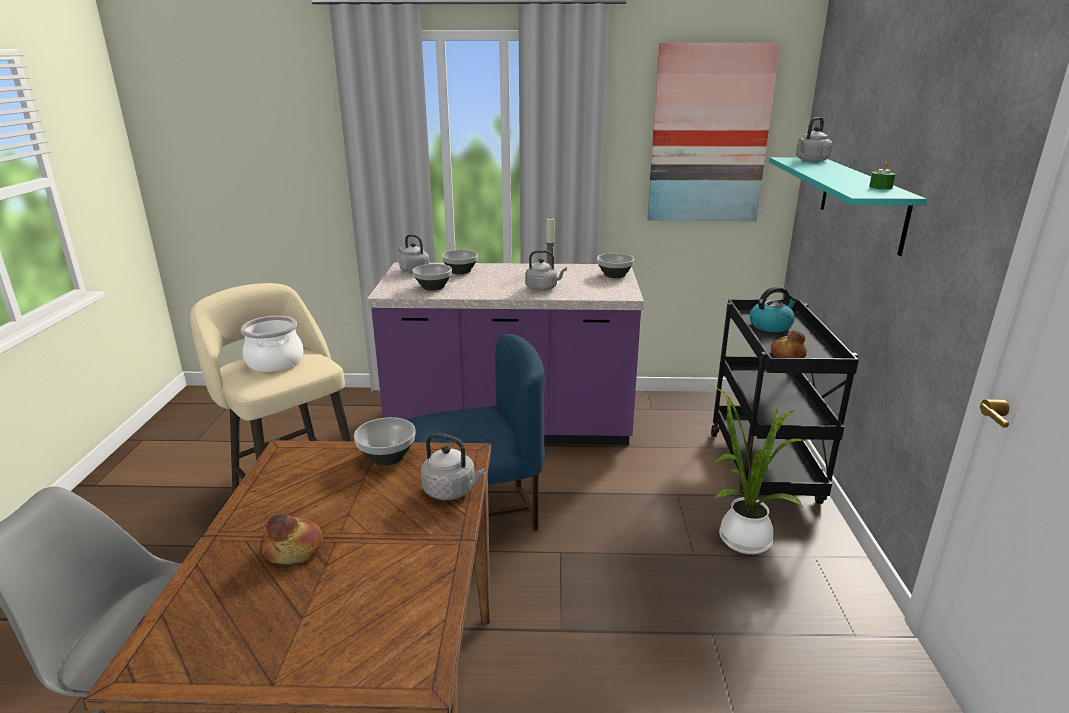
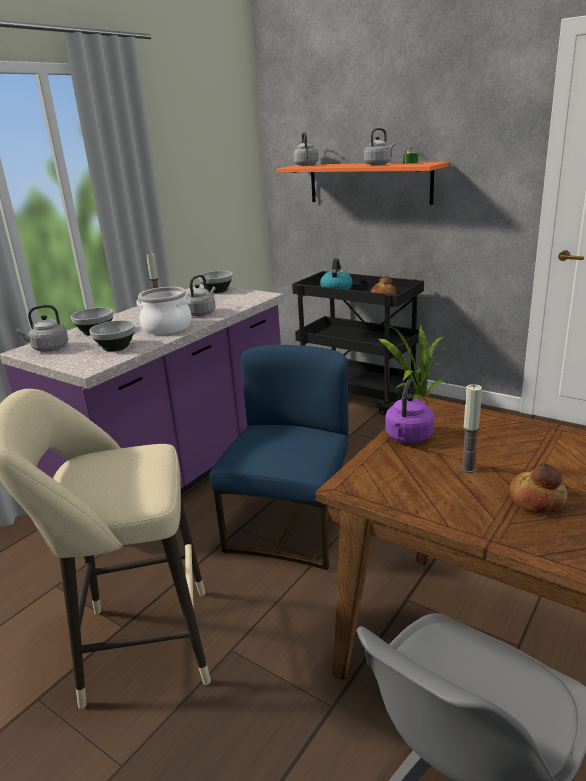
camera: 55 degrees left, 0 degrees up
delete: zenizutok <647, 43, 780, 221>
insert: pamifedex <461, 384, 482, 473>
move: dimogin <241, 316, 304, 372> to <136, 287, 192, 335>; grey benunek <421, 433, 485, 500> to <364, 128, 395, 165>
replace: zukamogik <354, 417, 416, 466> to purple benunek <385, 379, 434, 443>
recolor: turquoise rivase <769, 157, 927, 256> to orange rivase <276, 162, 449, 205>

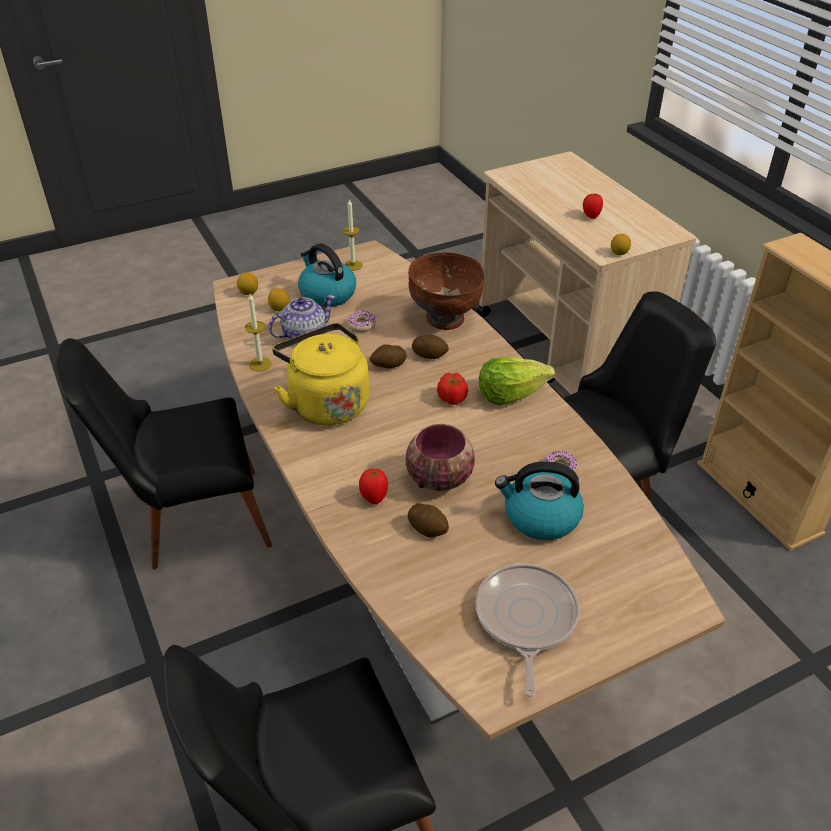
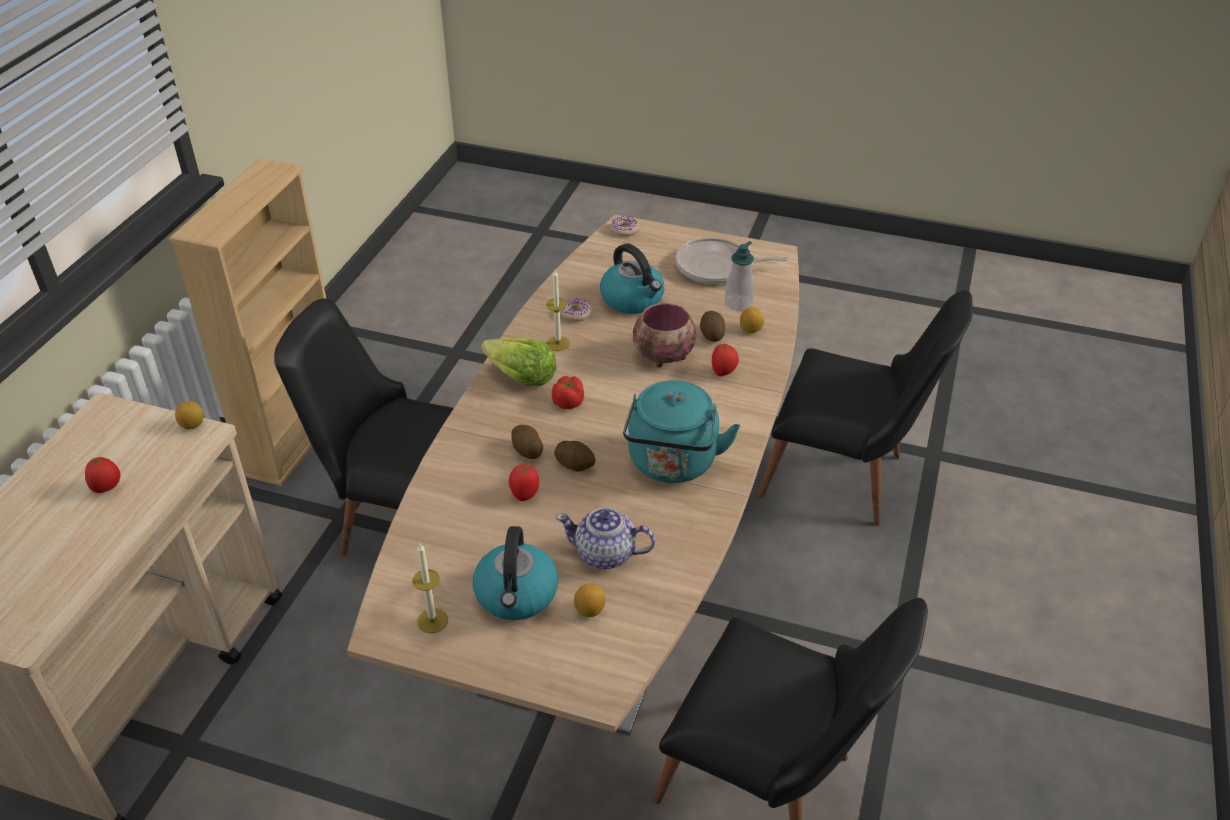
camera: 135 degrees left, 0 degrees up
delete: brown zukamogik <408, 252, 484, 330>
insert: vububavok <509, 464, 539, 501>; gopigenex <725, 241, 754, 311>
move: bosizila <237, 273, 258, 295> to <740, 307, 764, 333>; pamifedex <245, 294, 272, 371> to <546, 270, 570, 351>; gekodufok <347, 311, 376, 332> to <610, 216, 639, 237>
recolor: yellow benunek <272, 323, 369, 425> to turquoise benunek <623, 380, 740, 483>
rotate: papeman <475, 564, 579, 697> = <675, 238, 789, 284> 45 degrees clockwise

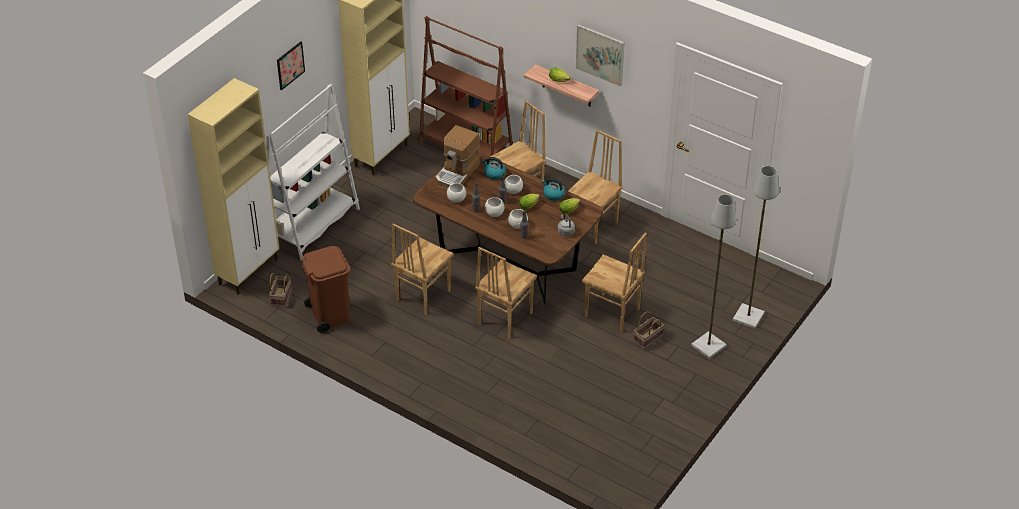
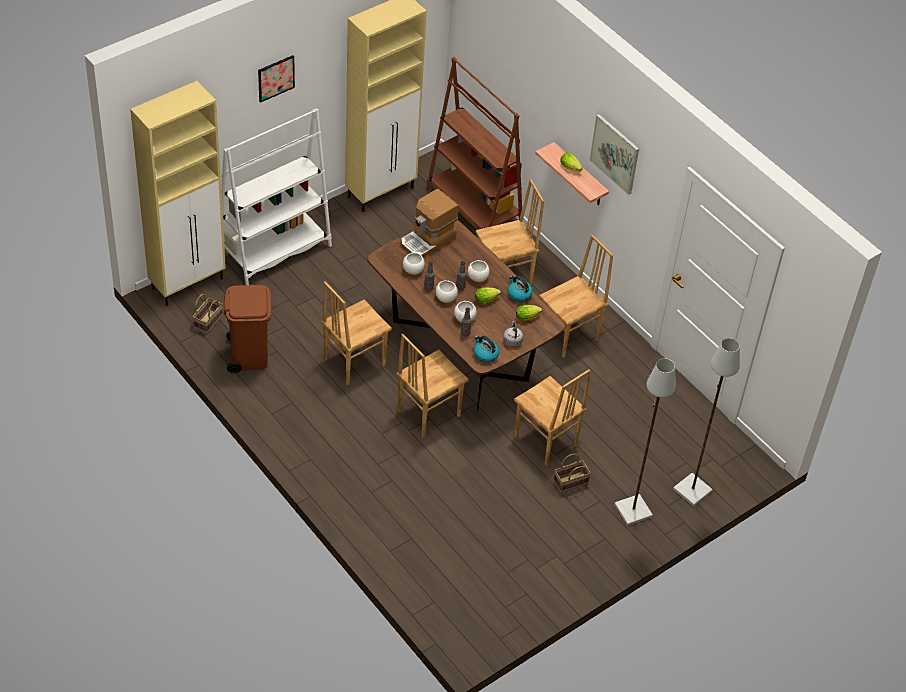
camera: 15 degrees right, 5 degrees up
move: benunek <482, 157, 506, 180> to <474, 335, 500, 363>

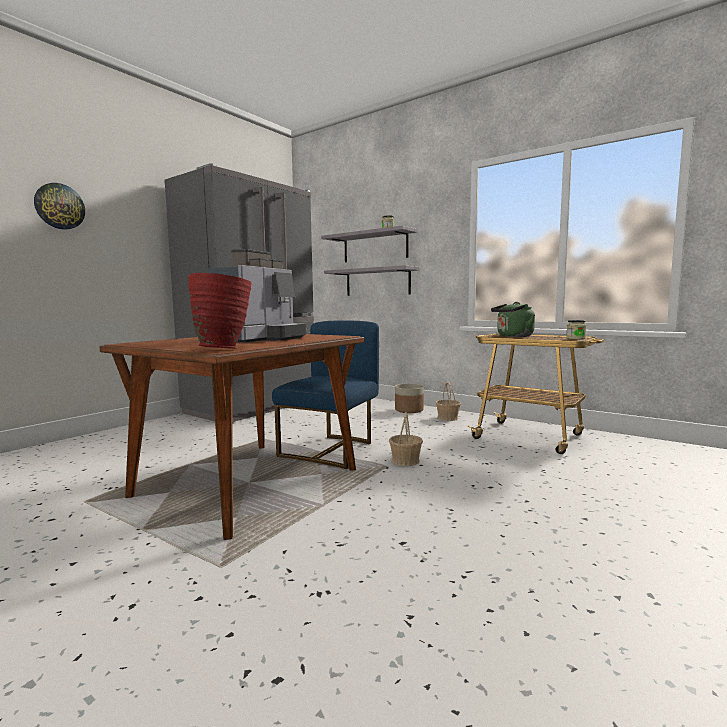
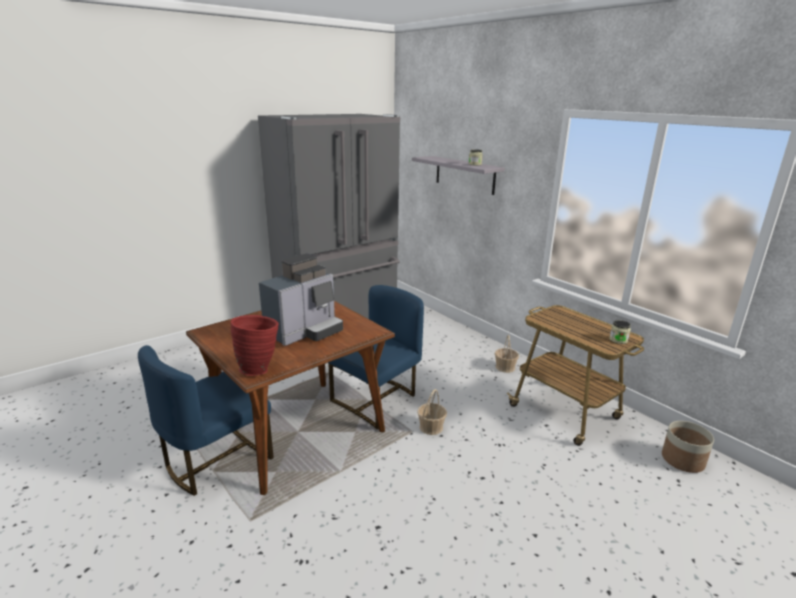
camera: 15 degrees right, 15 degrees up
delete: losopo <34, 183, 85, 230>; grey rivase <324, 265, 420, 296>; green benunek <491, 302, 535, 337>
insert: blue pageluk <138, 345, 274, 496>
move: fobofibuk <395, 384, 424, 413> to <662, 421, 714, 473>

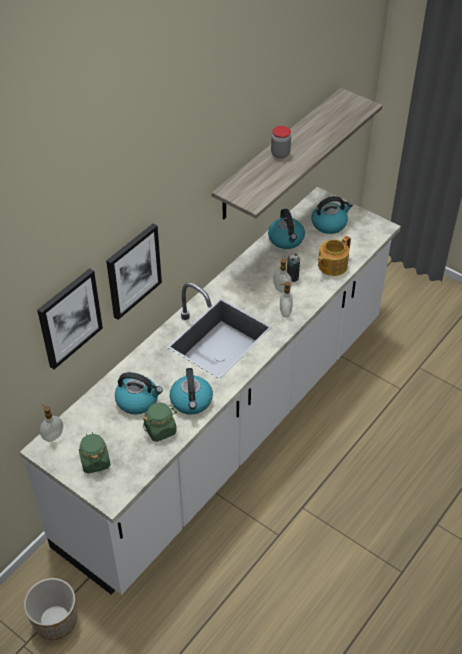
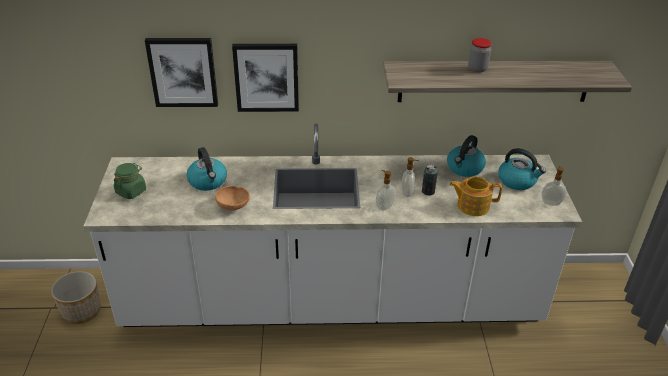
camera: 50 degrees right, 10 degrees down
delete: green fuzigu <143, 403, 177, 442>
move: gopigenex <40, 404, 63, 442> to <542, 166, 567, 206>
replace: benunek <169, 368, 213, 415> to brown zukamogik <215, 186, 250, 211>

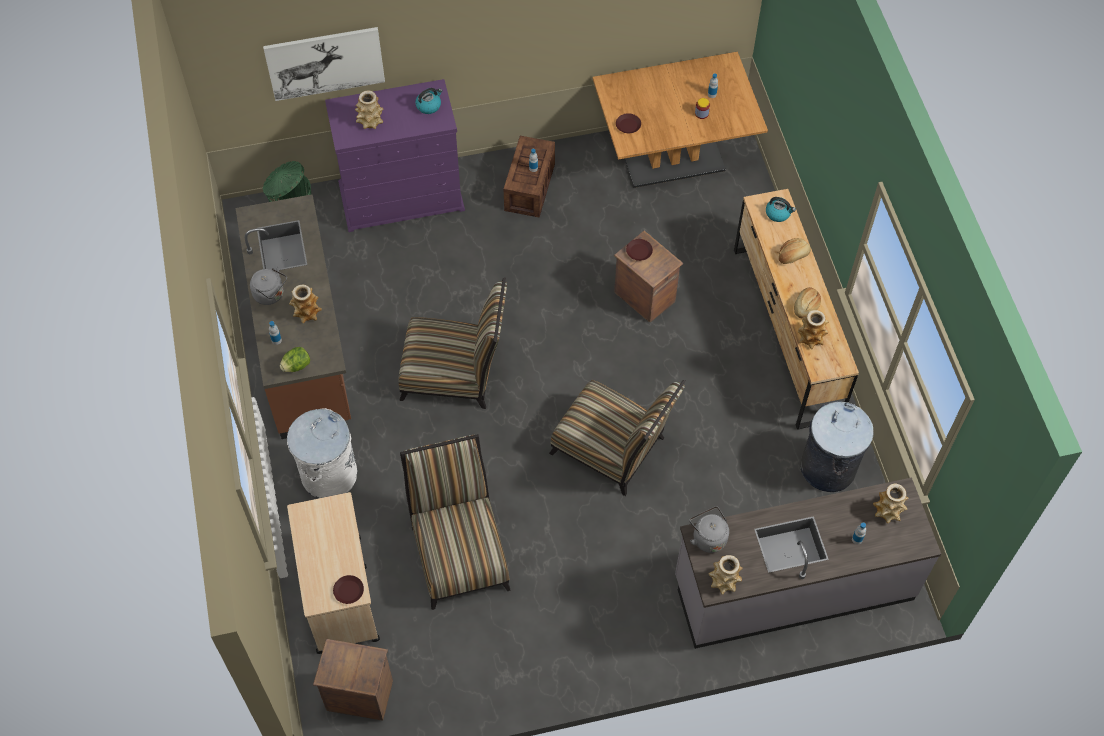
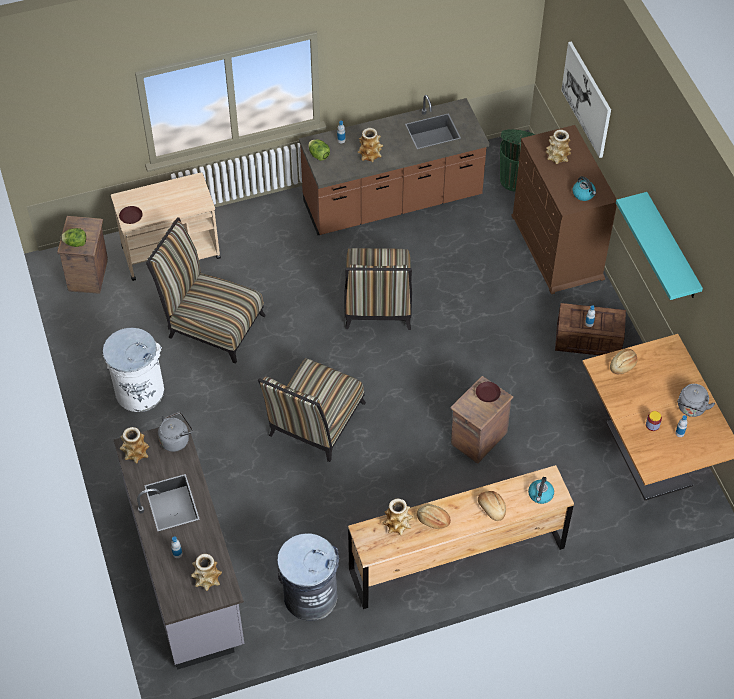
camera: 85 degrees right, 5 degrees down
insert: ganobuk <61, 228, 86, 247>; turquoise rivase <616, 192, 703, 300>
move: grey benunek <250, 267, 287, 305> to <678, 384, 715, 417>; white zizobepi <287, 408, 358, 498> to <103, 328, 164, 412>
replace: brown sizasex <616, 113, 641, 133> to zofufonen <610, 349, 637, 374>
recolor: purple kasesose <325, 79, 465, 232> to brown kasesose <512, 125, 617, 294>
rotate: pageluk <400, 434, 511, 610> = <146, 217, 266, 364> 135 degrees counterclockwise

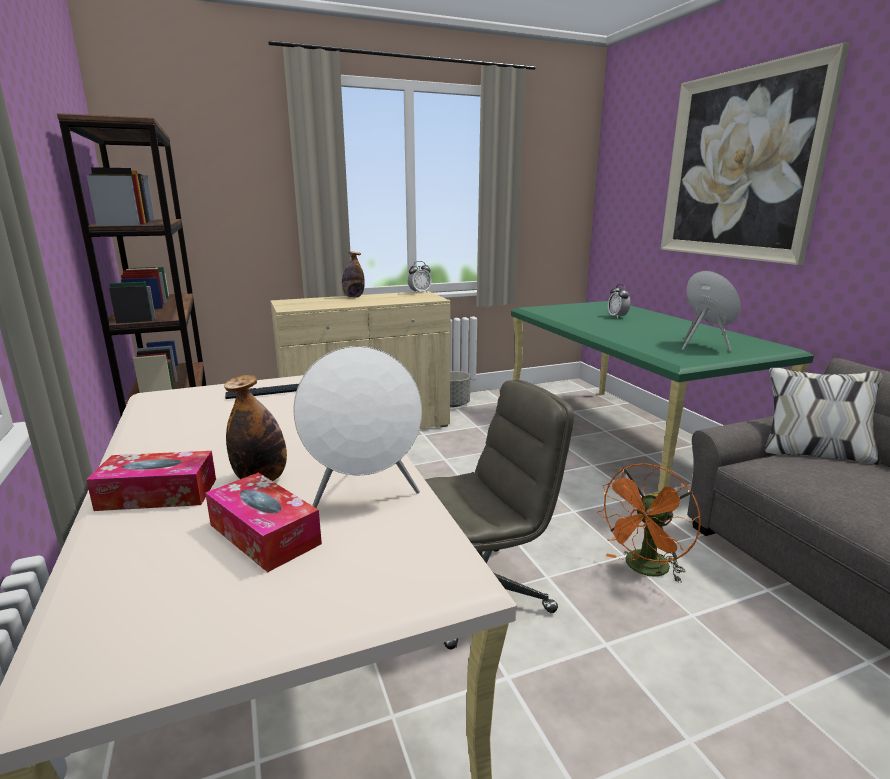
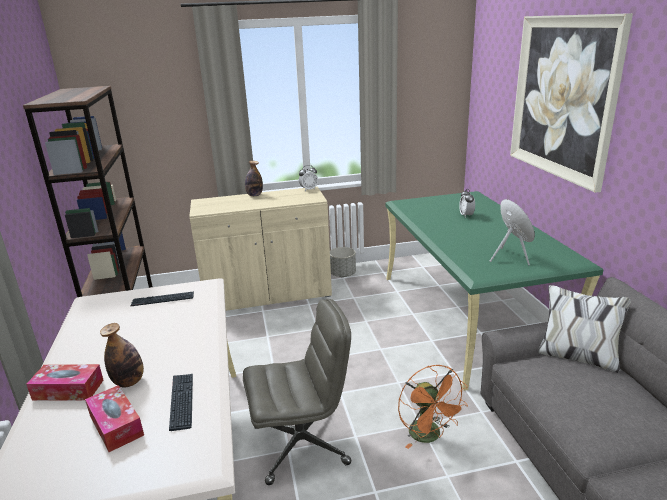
camera: 10 degrees right, 5 degrees up
replace: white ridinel <294, 346, 422, 508> to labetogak <169, 374, 193, 431>
rotate: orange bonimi <597, 464, 701, 583> = <398, 365, 468, 449> 75 degrees counterclockwise

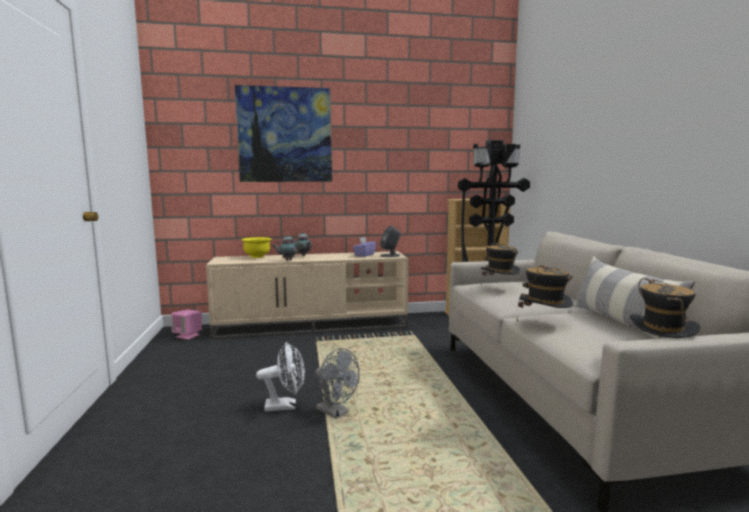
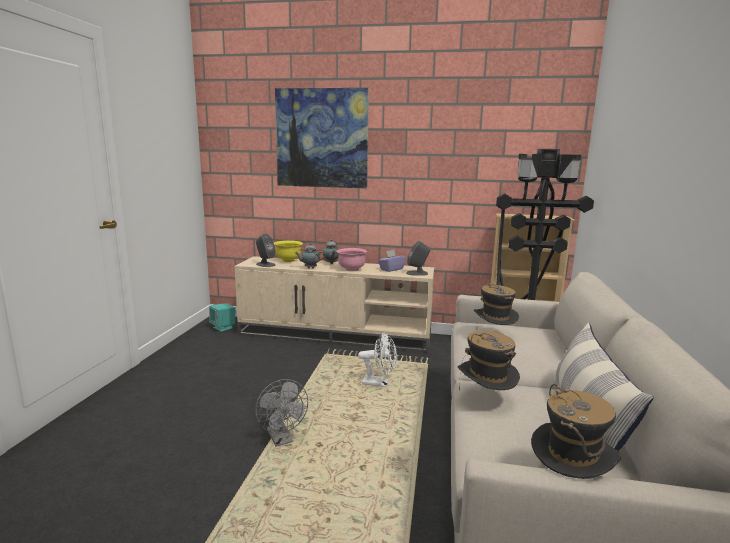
camera: 20 degrees right, 5 degrees up
insert: grey ridinel <256, 234, 276, 267>; pink zukamogik <336, 248, 367, 271>
move: white bonimi <256, 342, 305, 411> to <358, 332, 397, 387>
recolor: pink ridinel <172, 310, 202, 340> to turquoise ridinel <209, 303, 235, 332>

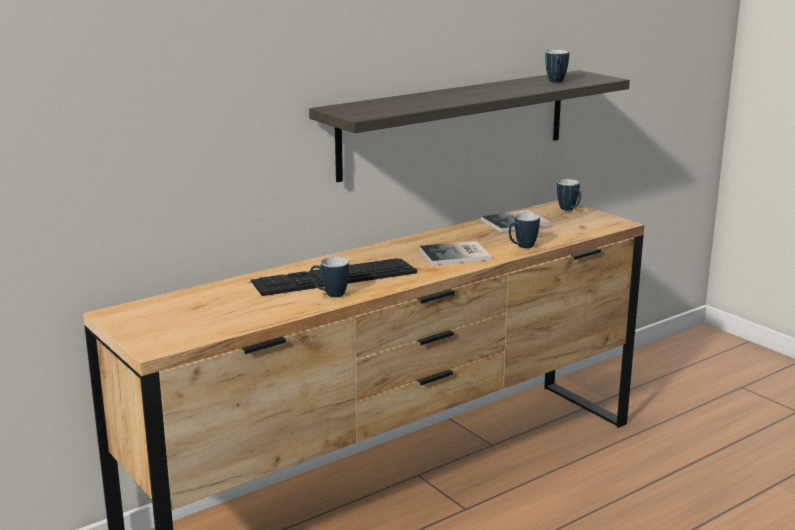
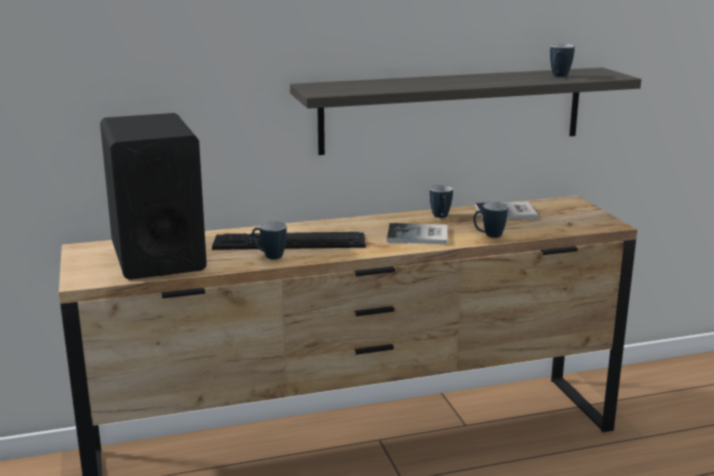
camera: 20 degrees right, 0 degrees up
insert: black ridinel <100, 113, 207, 280>
move: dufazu <557, 179, 581, 211> to <429, 185, 453, 218>

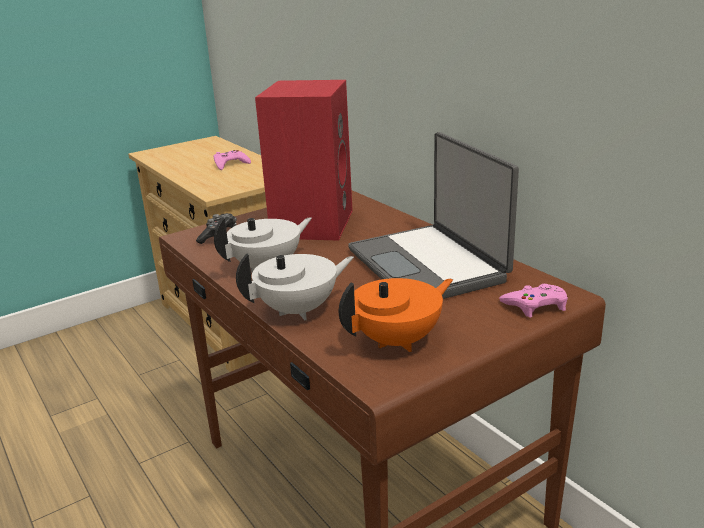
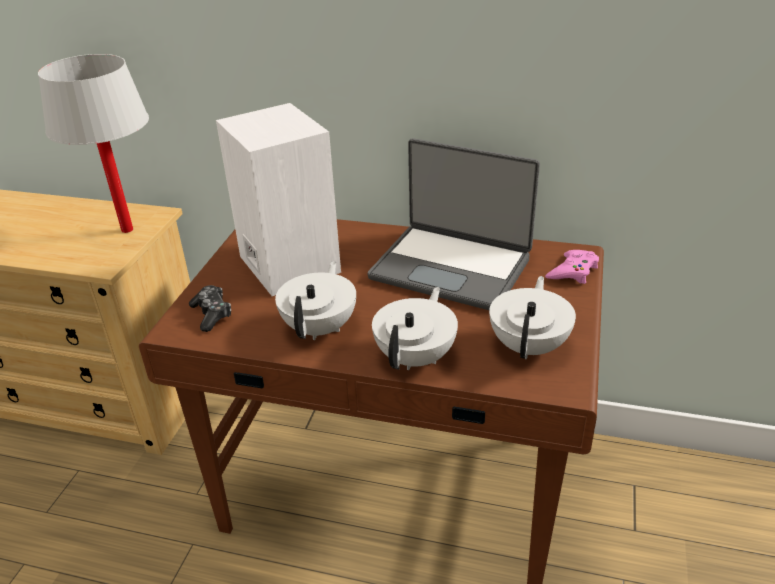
camera: 40 degrees left, 10 degrees up
delete: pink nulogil <213, 150, 251, 170>
insert: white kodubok <38, 54, 149, 233>
recolor: red ridinel <255, 80, 353, 241> to white ridinel <216, 103, 341, 296>; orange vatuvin <339, 278, 453, 352> to white vatuvin <489, 276, 576, 359>

